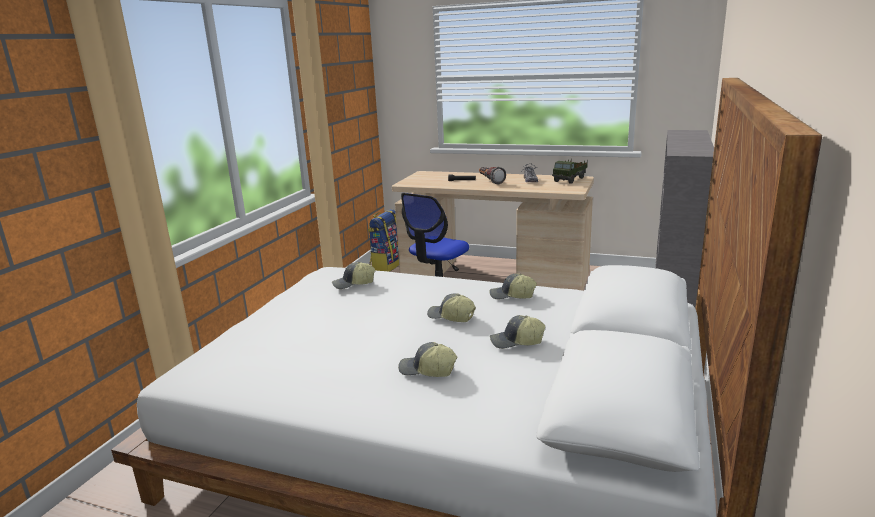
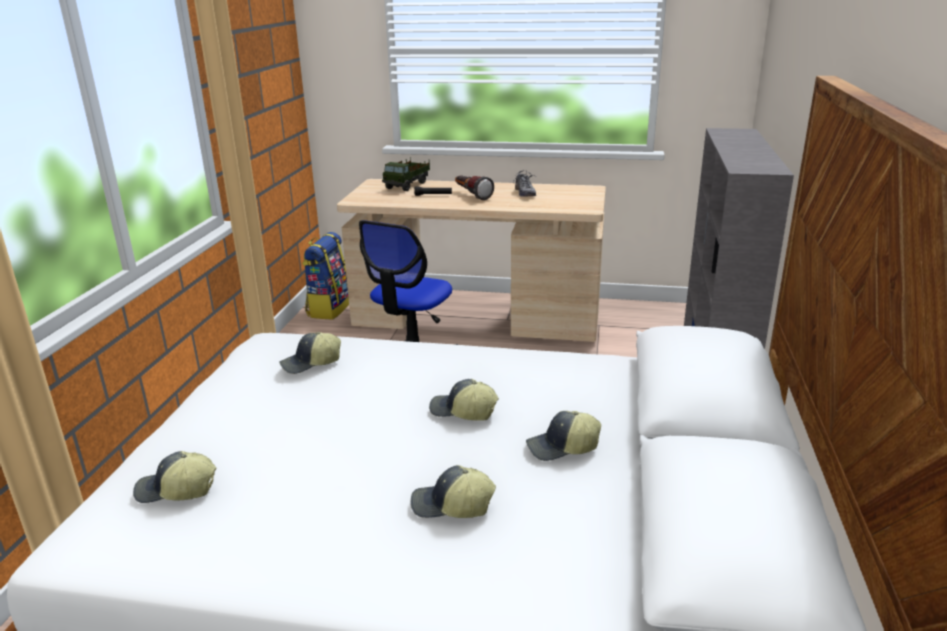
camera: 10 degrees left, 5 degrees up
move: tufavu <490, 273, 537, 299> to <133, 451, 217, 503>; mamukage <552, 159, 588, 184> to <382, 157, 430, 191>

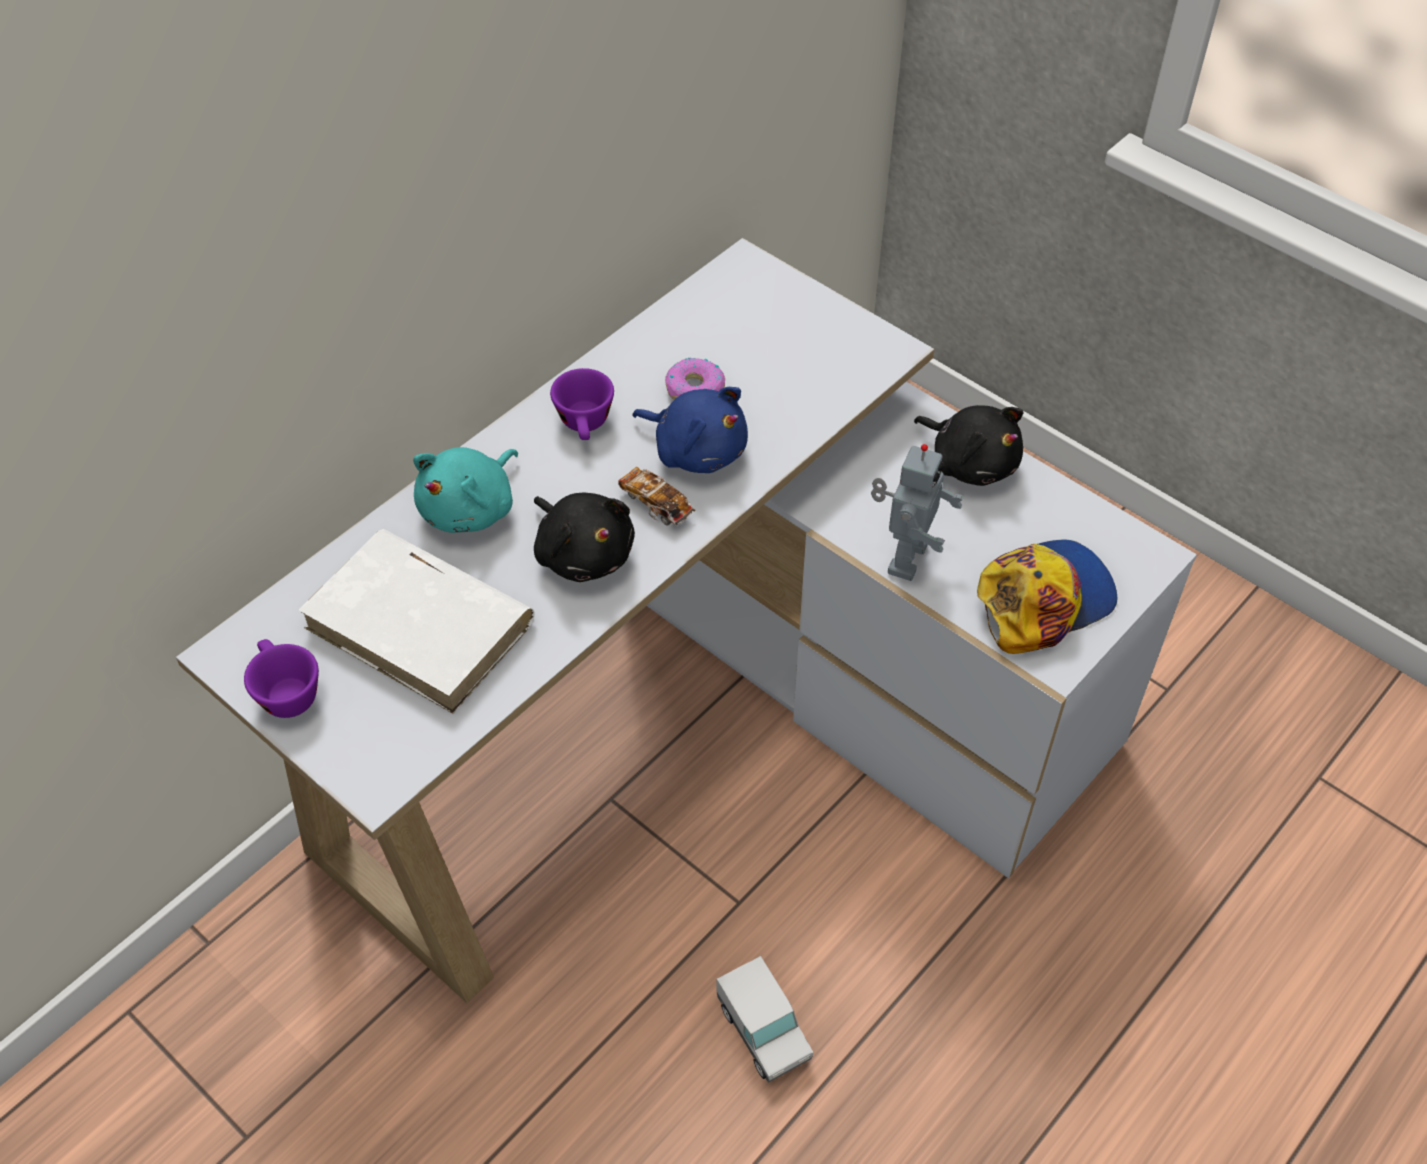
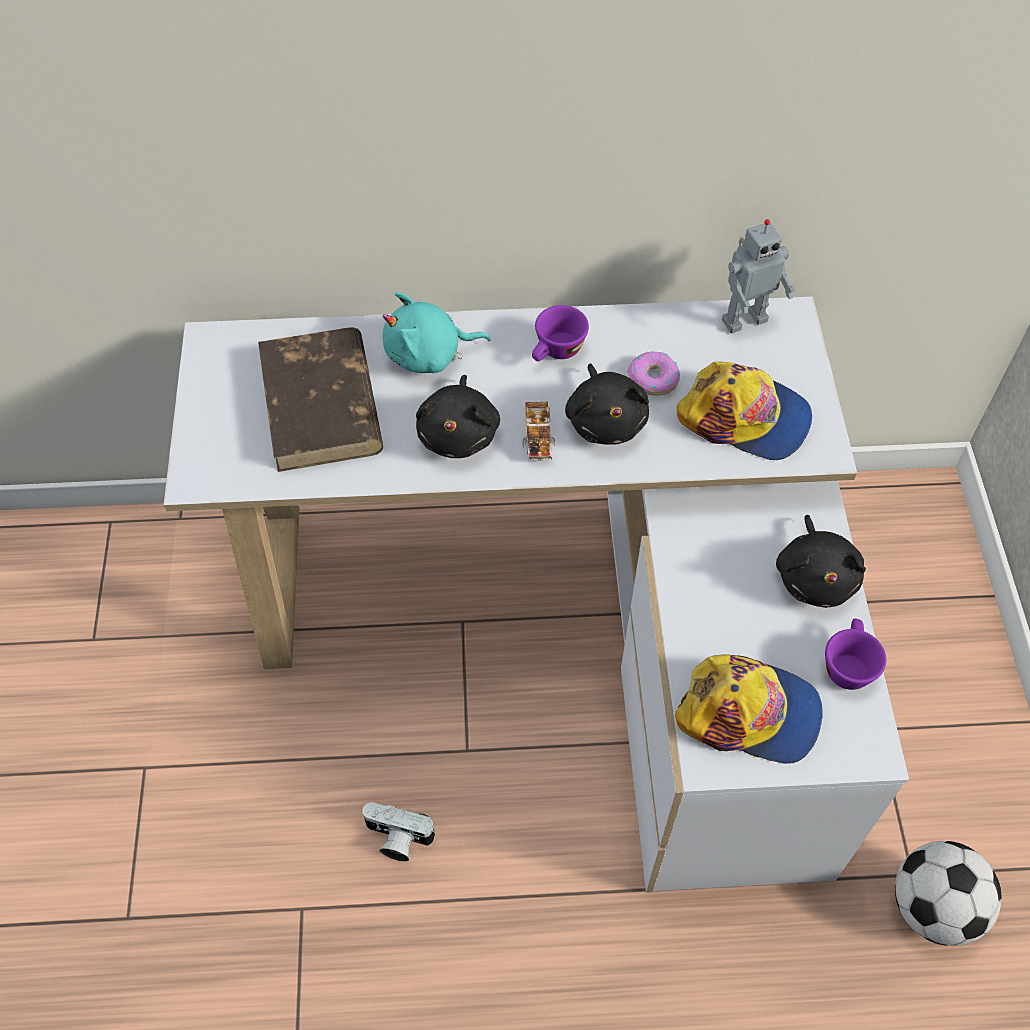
camera: 45 degrees right, 5 degrees up
insert: tufavu <677, 362, 812, 460>; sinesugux <895, 841, 1002, 946>
move: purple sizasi <244, 639, 319, 718> to <825, 618, 886, 690>; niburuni <871, 444, 964, 581> to <722, 219, 795, 333>
replace: mamukage <717, 956, 813, 1083> to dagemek <361, 802, 436, 862>
recolor: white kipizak <298, 529, 534, 714> to brown kipizak <258, 327, 383, 472>; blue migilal <633, 387, 748, 473> to black migilal <565, 364, 649, 445>

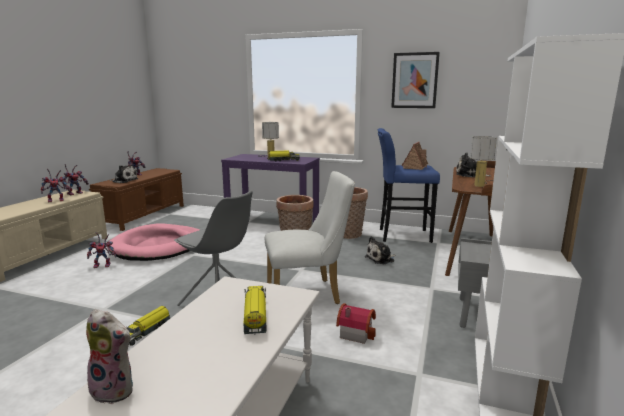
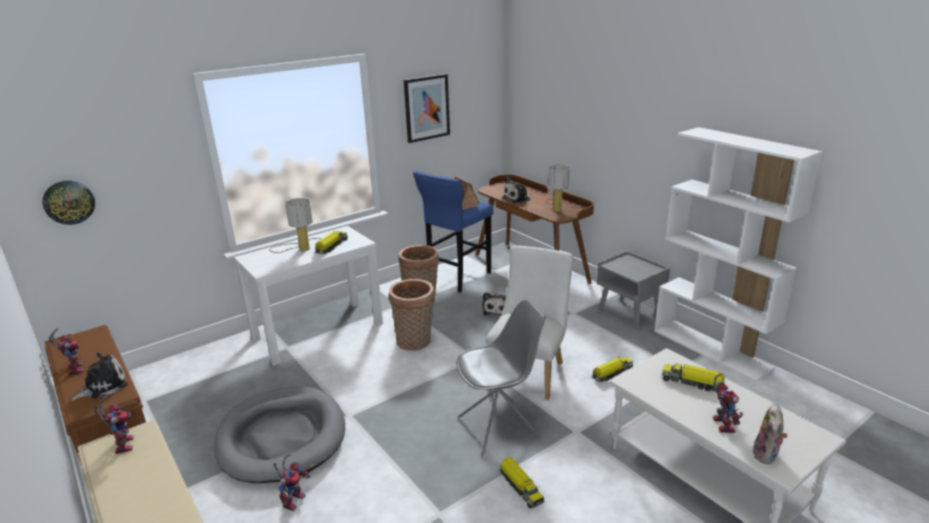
camera: 55 degrees left, 10 degrees up
insert: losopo <42, 181, 95, 225>
move: niburuni <41, 169, 70, 202> to <713, 373, 743, 433>
replace: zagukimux <336, 303, 376, 344> to mamukage <591, 357, 633, 382>
recolor: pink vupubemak <107, 223, 199, 261> to grey vupubemak <214, 386, 345, 483>; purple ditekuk <221, 154, 320, 222> to white ditekuk <234, 226, 383, 366>
rotate: migilal <86, 309, 133, 404> = <753, 403, 787, 464> 150 degrees clockwise

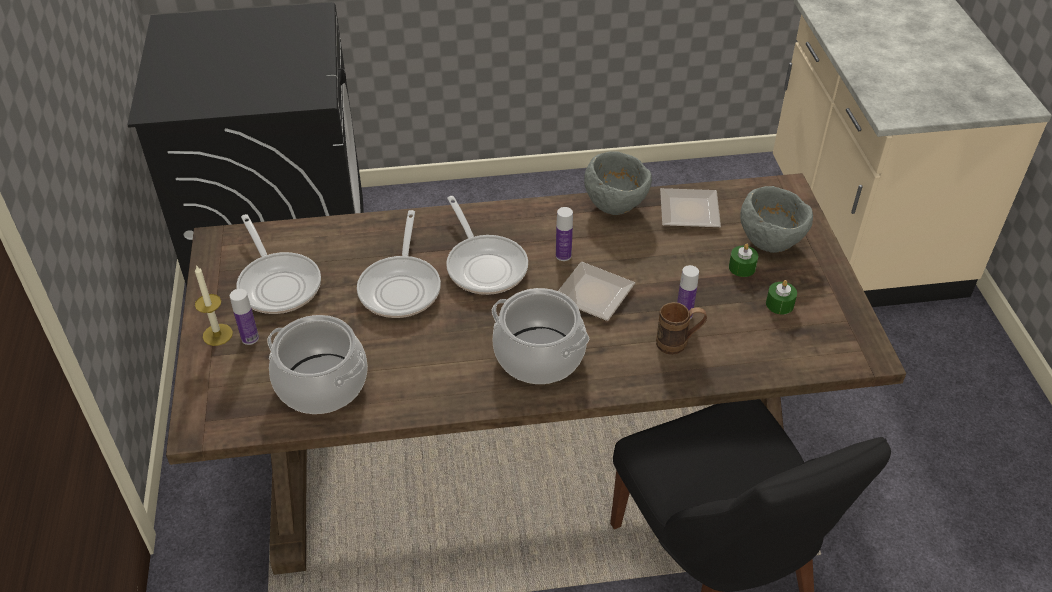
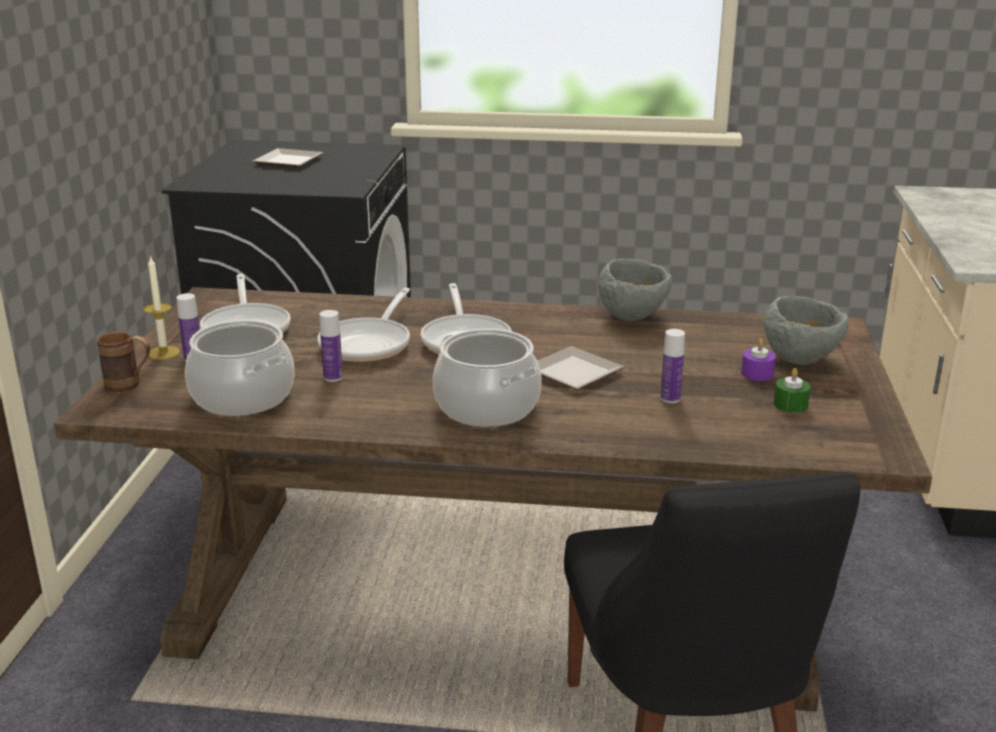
camera: 15 degrees right, 20 degrees down
move: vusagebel <556, 207, 573, 261> to <319, 310, 343, 382>; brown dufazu <656, 302, 707, 355> to <97, 332, 150, 392>; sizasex <660, 188, 721, 228> to <253, 148, 323, 168>
recolor: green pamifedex <729, 244, 758, 277> to purple pamifedex <741, 339, 776, 381>

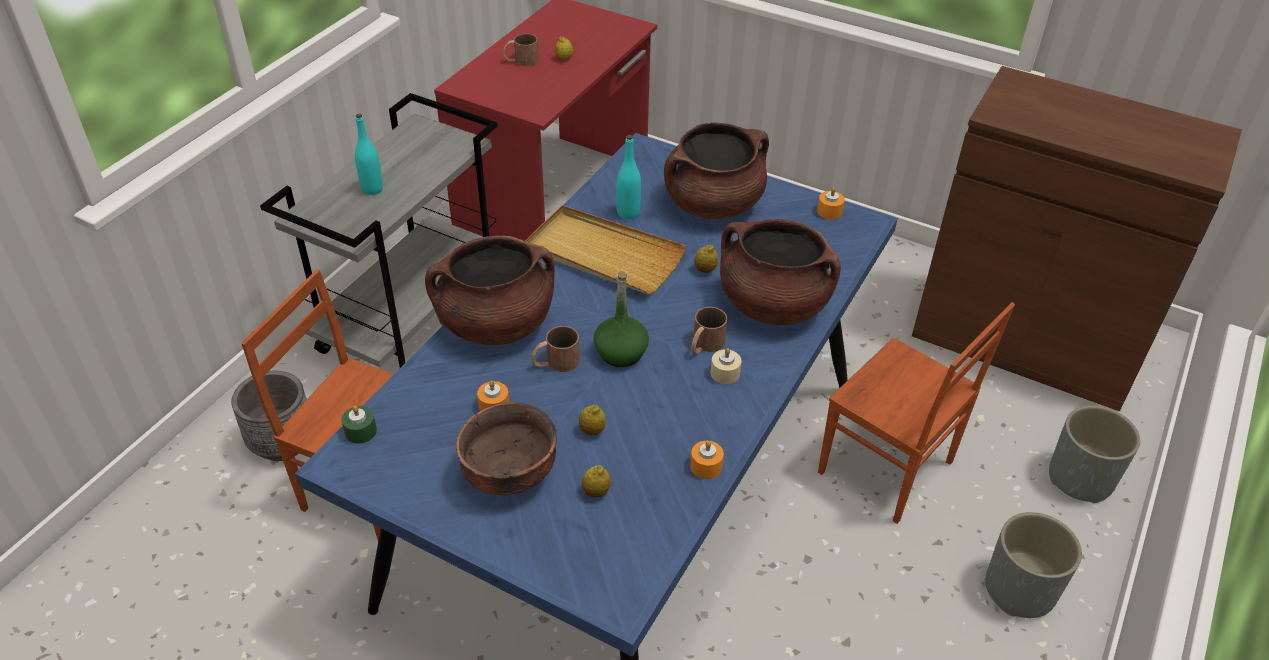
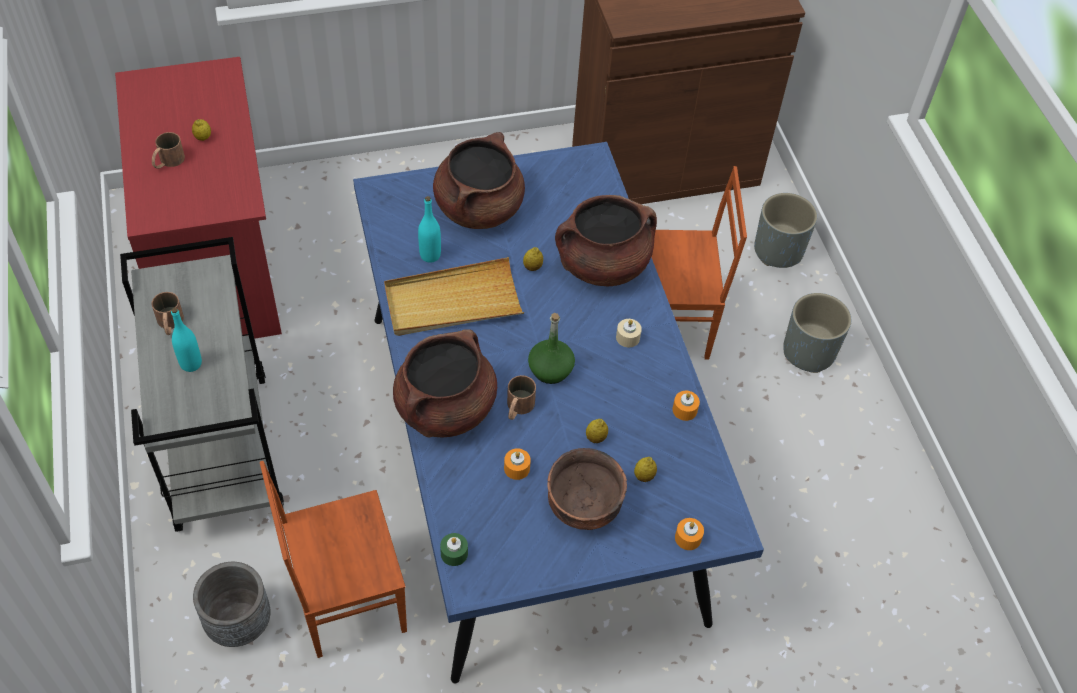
camera: 45 degrees left, 10 degrees up
move: brown dufazu <691, 307, 727, 354> to <152, 292, 184, 335>; orange pamifedex <817, 187, 845, 219> to <675, 518, 704, 550>

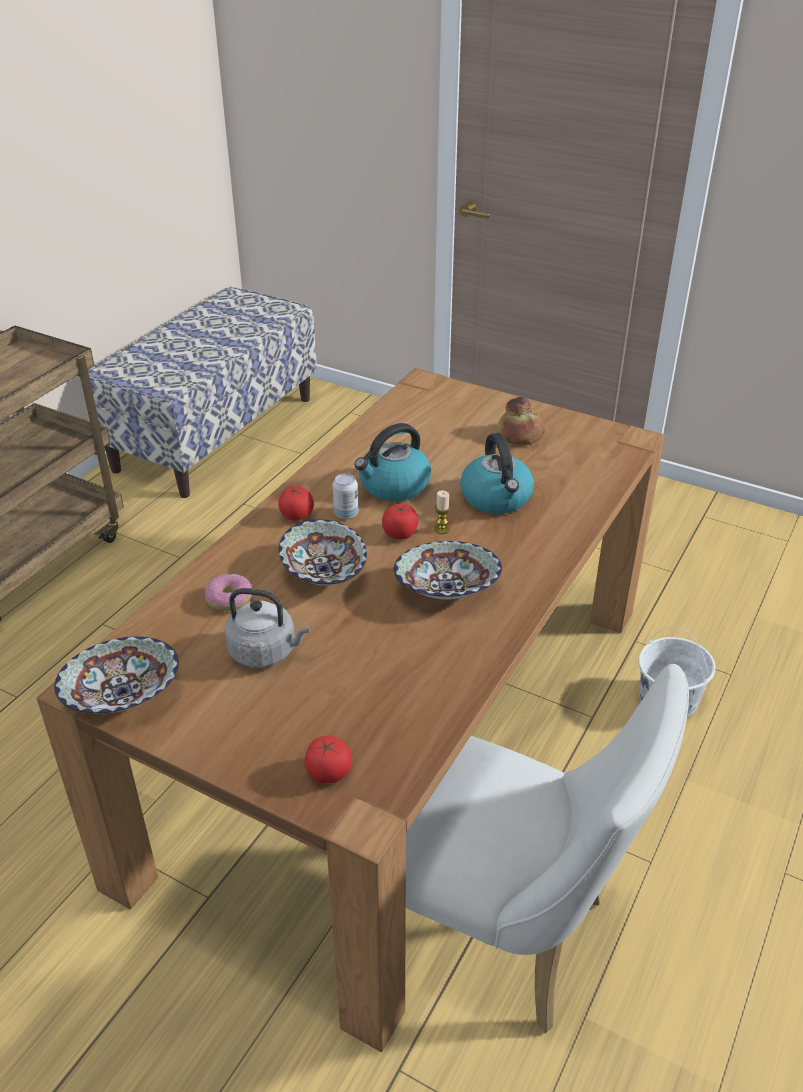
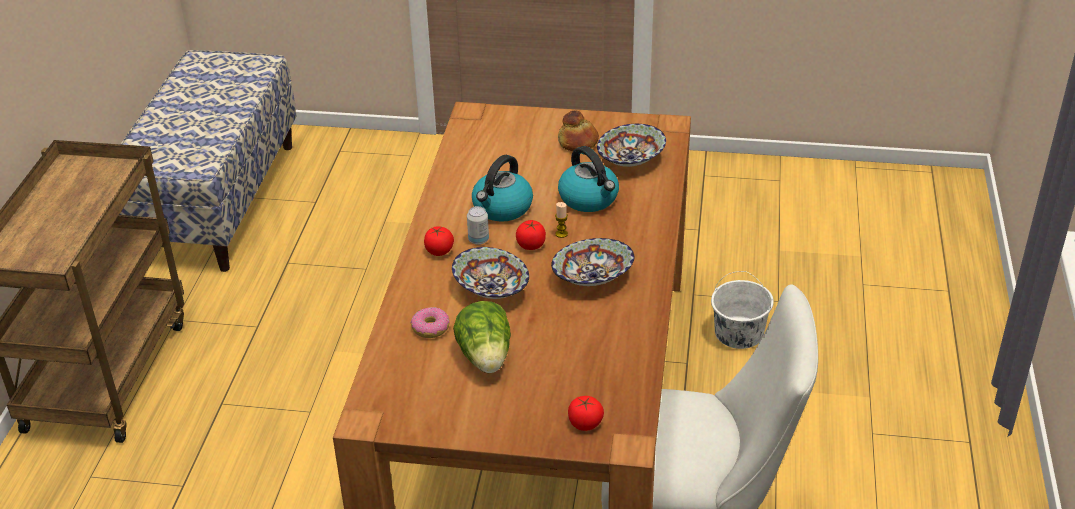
camera: 20 degrees left, 0 degrees up
move: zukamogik <54, 637, 179, 714> to <597, 124, 666, 167>
replace: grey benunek <225, 588, 310, 668> to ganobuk <453, 301, 511, 373>

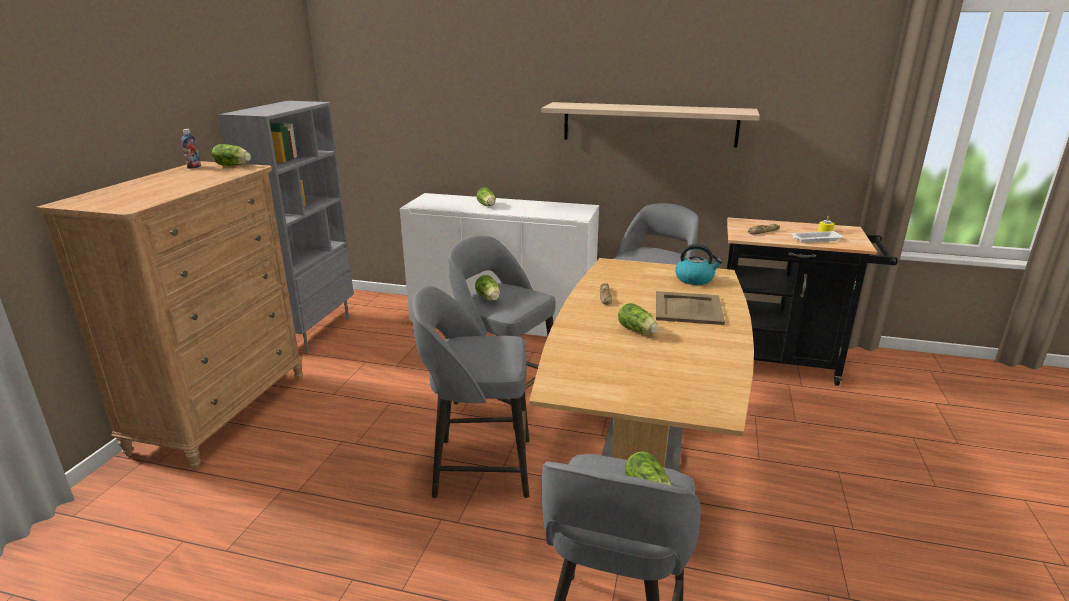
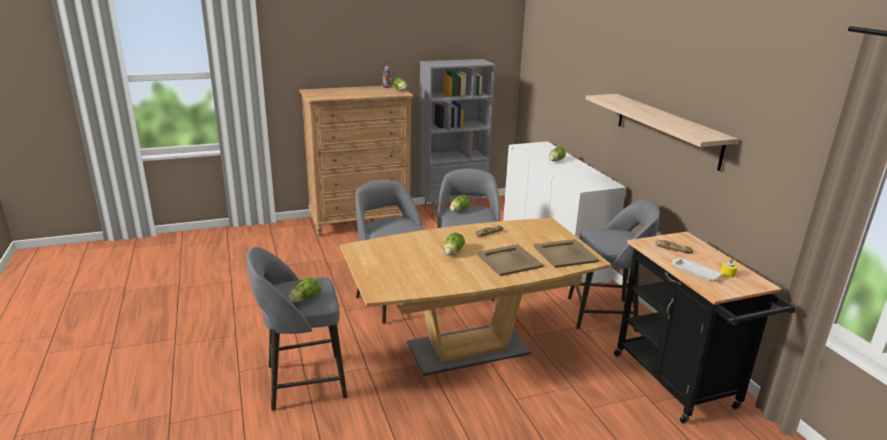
camera: 55 degrees right, 0 degrees up
replace: benunek <675, 244, 723, 285> to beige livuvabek <534, 239, 599, 268>

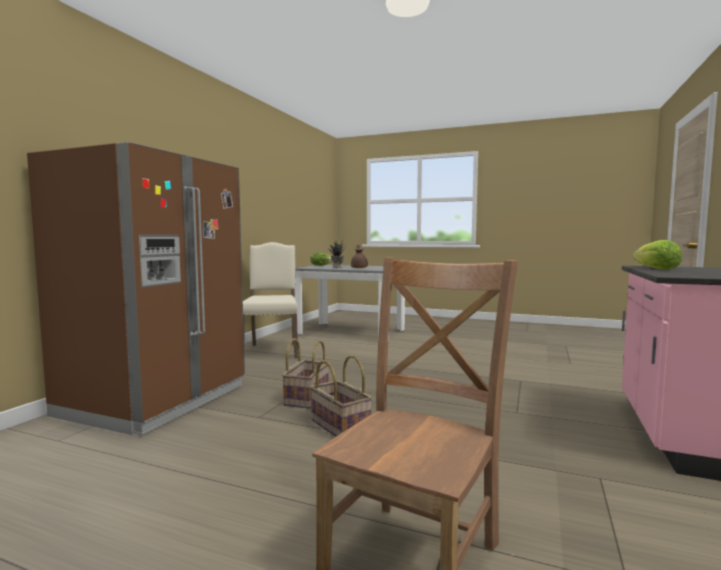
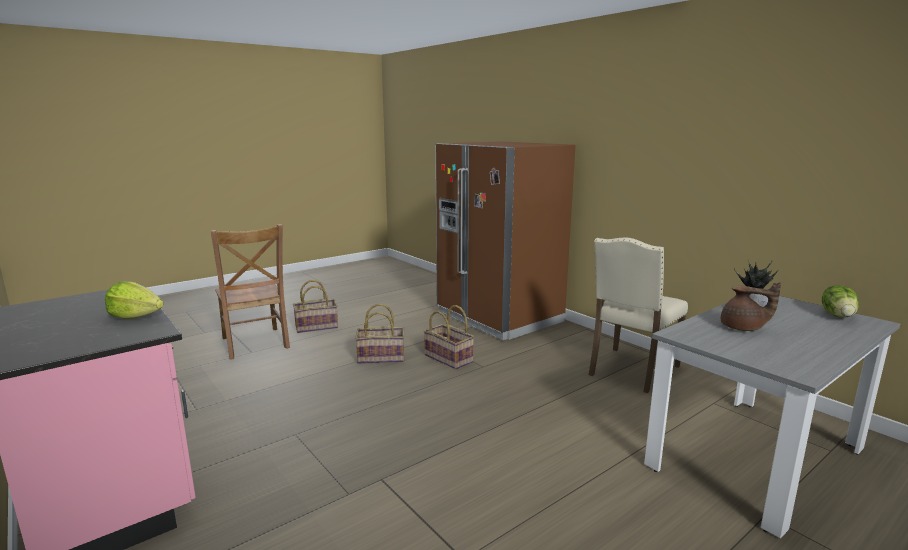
camera: 120 degrees right, 10 degrees up
insert: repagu <293, 280, 338, 333>
rotate: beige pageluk <243, 242, 298, 359> = <589, 237, 688, 393> 105 degrees clockwise

